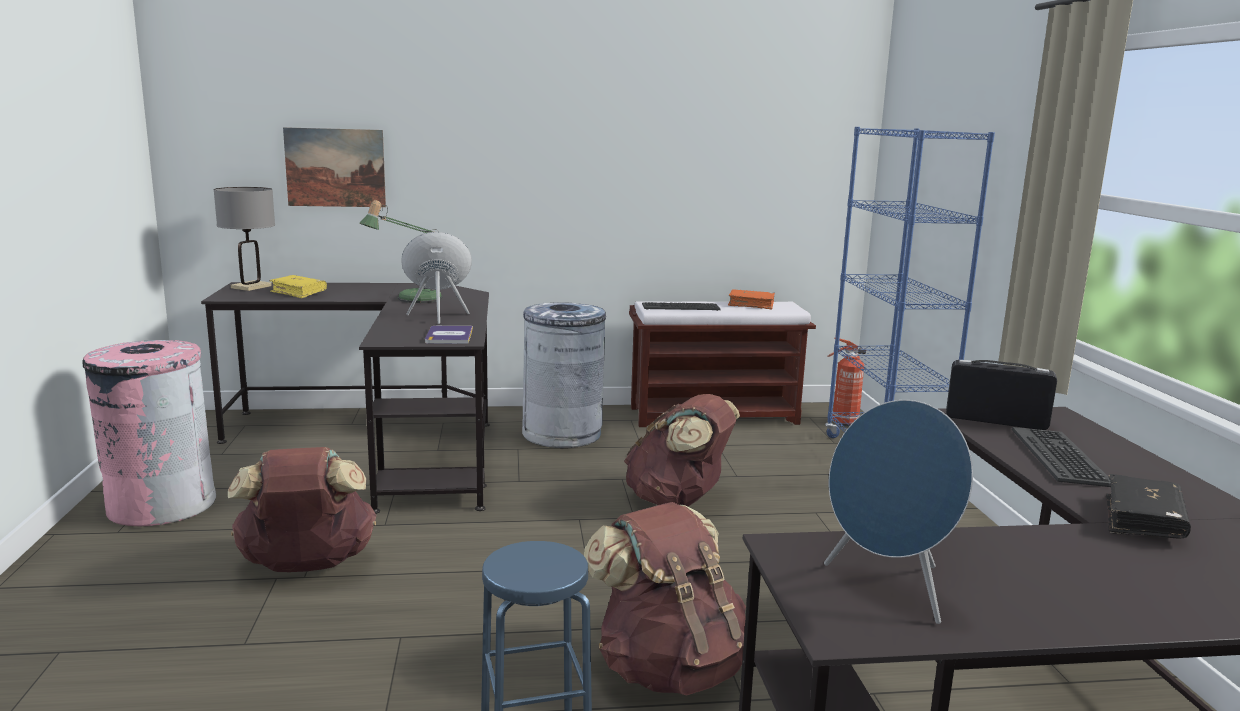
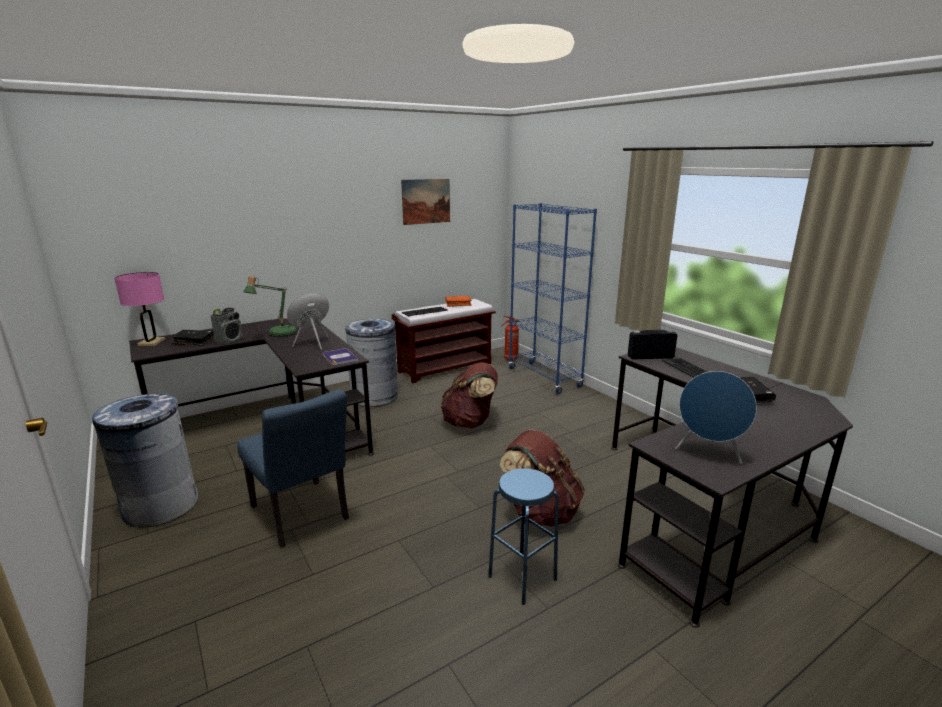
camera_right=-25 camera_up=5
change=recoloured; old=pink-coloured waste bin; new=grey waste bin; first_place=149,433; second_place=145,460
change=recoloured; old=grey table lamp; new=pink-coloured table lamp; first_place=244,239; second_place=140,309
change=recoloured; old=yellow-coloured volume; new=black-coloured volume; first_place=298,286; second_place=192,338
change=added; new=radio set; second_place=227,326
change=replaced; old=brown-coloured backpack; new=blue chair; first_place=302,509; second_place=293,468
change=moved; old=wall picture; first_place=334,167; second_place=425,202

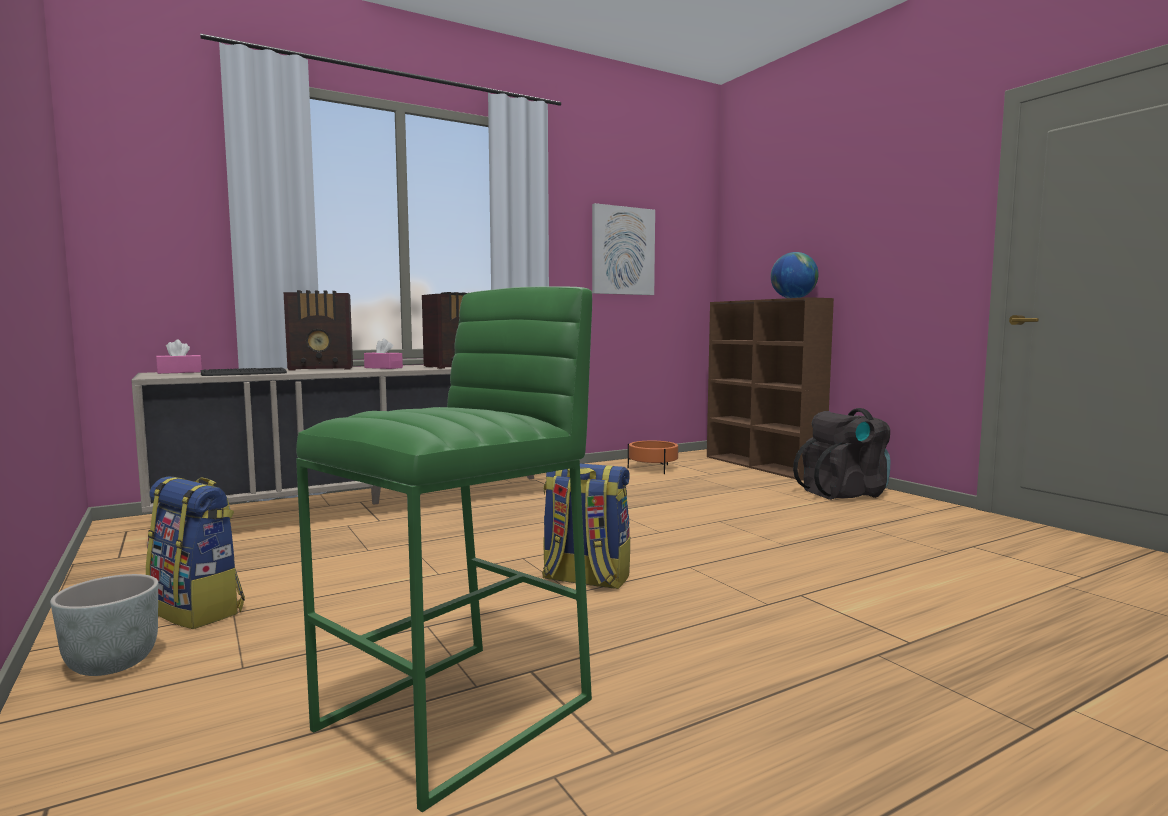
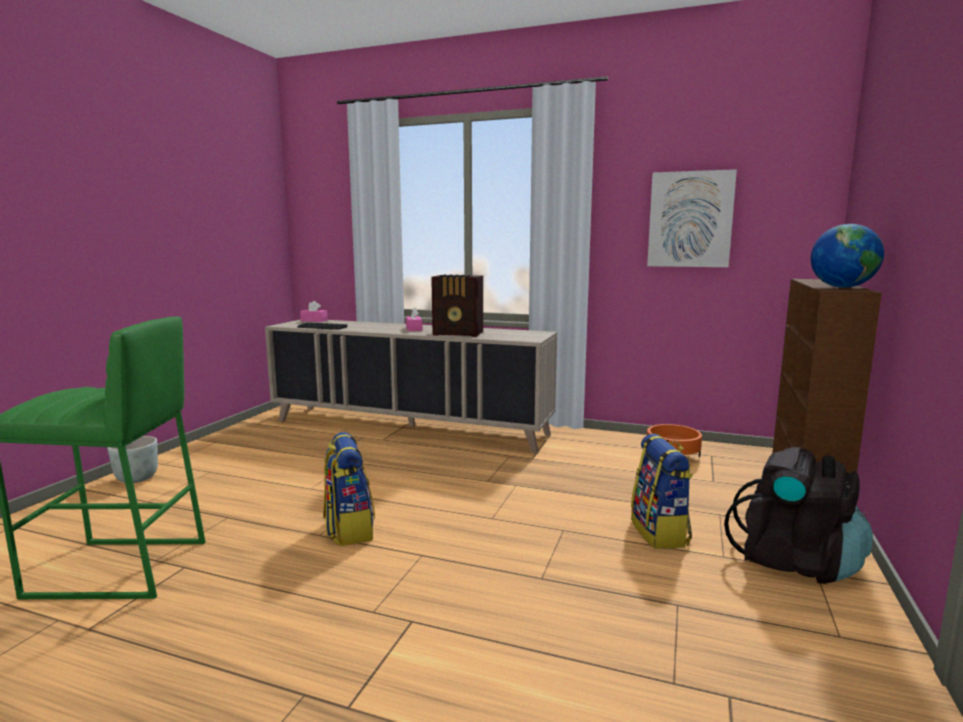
camera_right=50 camera_up=5
change=moved; old=backpack; first_place=195,552; second_place=662,491
change=removed; old=radio set; first_place=318,330

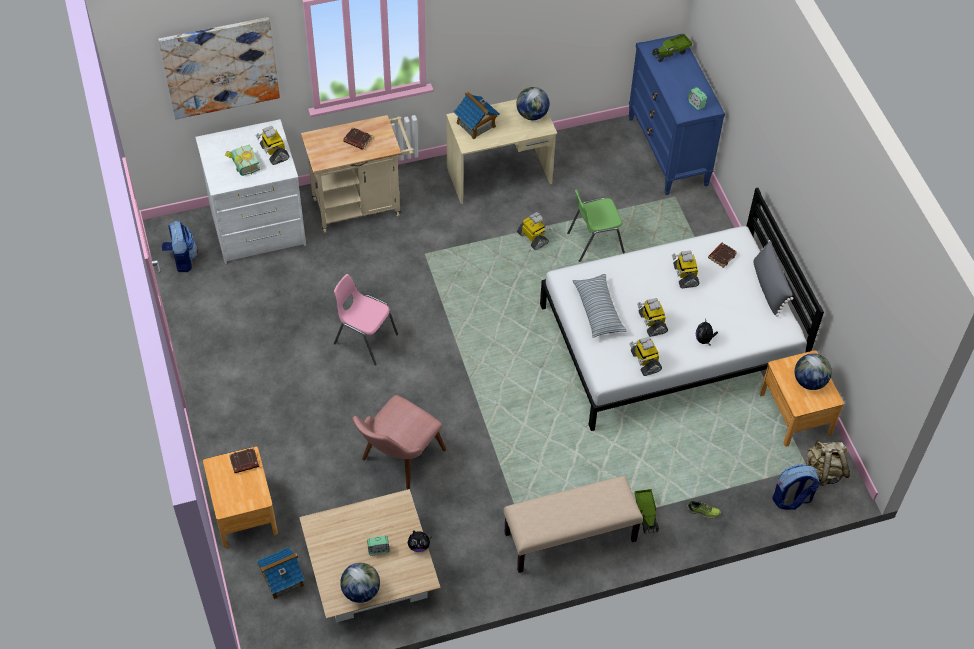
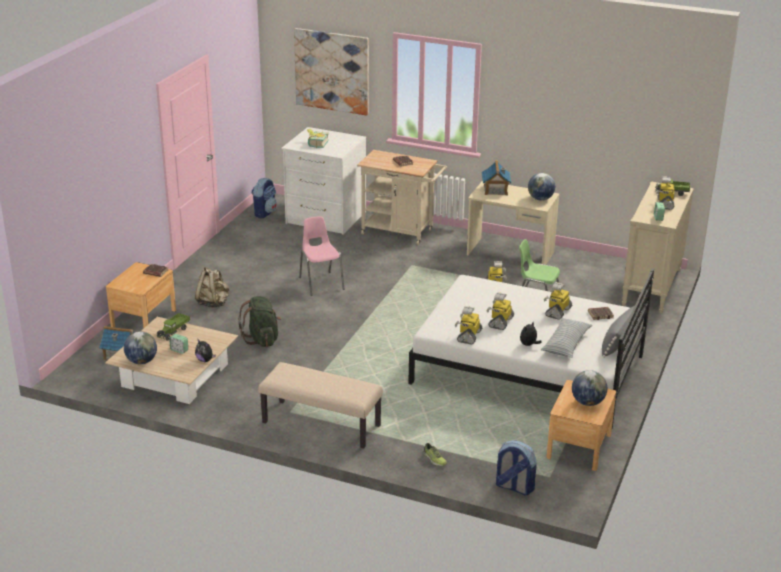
camera_right=40 camera_up=-25
change=moved; old=model truck; first_place=646,511; second_place=173,327
change=moved; old=beige-coloured backpack; first_place=828,463; second_place=212,287
change=replaced; old=pink-coloured chair; new=green backpack; first_place=399,442; second_place=259,321
change=moved; old=pillow; first_place=599,306; second_place=566,338
change=recoloured; old=blue drawer chest; new=beige-coloured drawer chest; first_place=676,114; second_place=658,247
change=moved; old=model robot; first_place=273,145; second_place=665,193

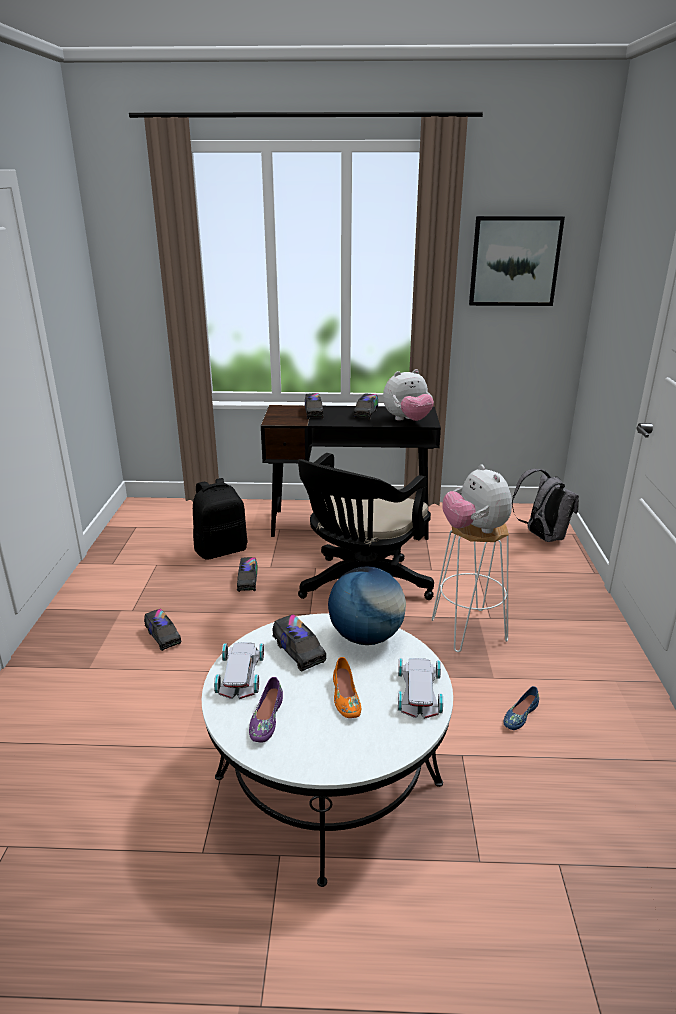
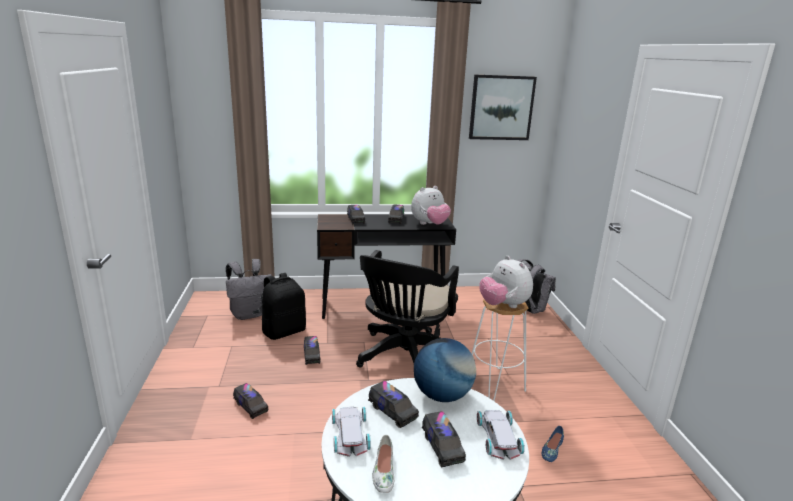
camera_right=-10 camera_up=-5
change=added; new=grey backpack; second_place=249,289
change=recoloured; old=purplish low shoe; new=white-coloured low shoe; first_place=266,710; second_place=383,464
change=replaced; old=orangey low shoe; new=model truck; first_place=347,687; second_place=444,439

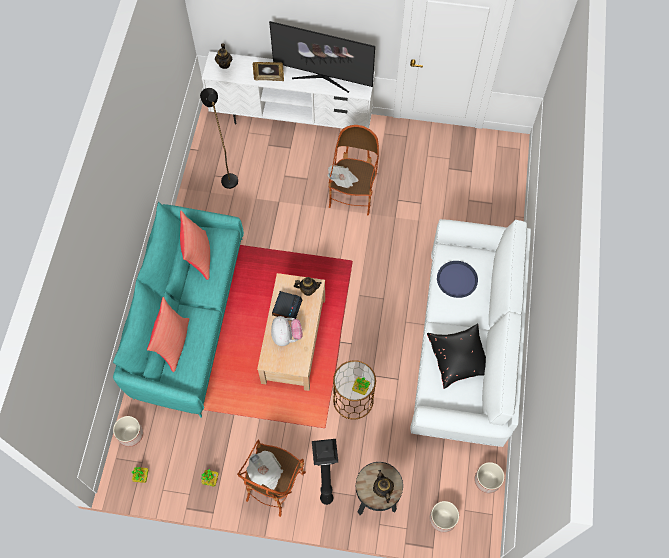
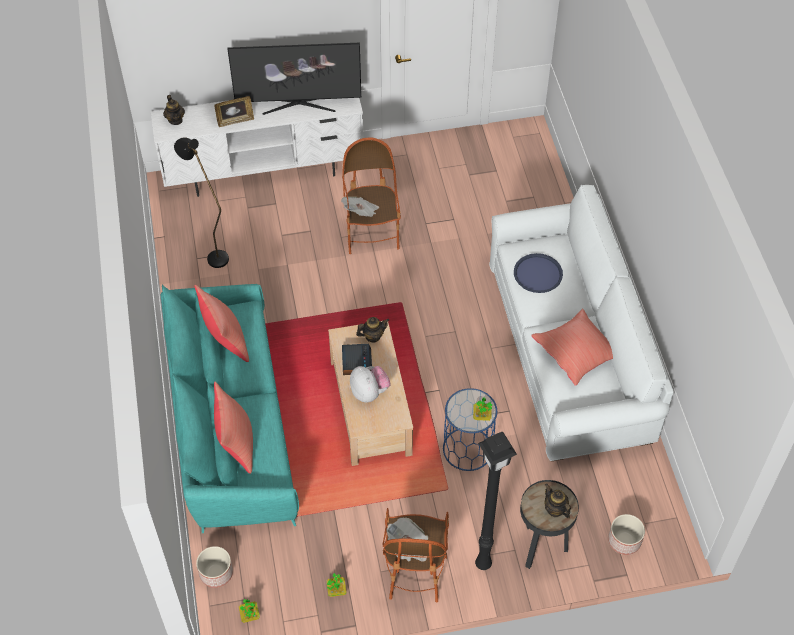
camera_right=-20 camera_up=-10
change=recoloured; old=brown-coloured side table; new=blue side table; first_place=354,390; second_place=470,429
change=recoloured; old=black-coloured pillow; new=red pillow; first_place=456,356; second_place=572,347
change=removed; old=planter; first_place=489,477

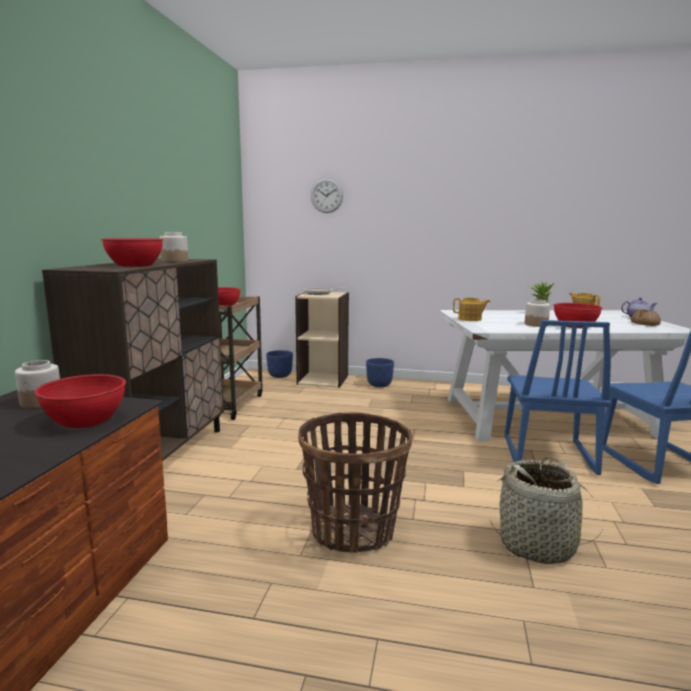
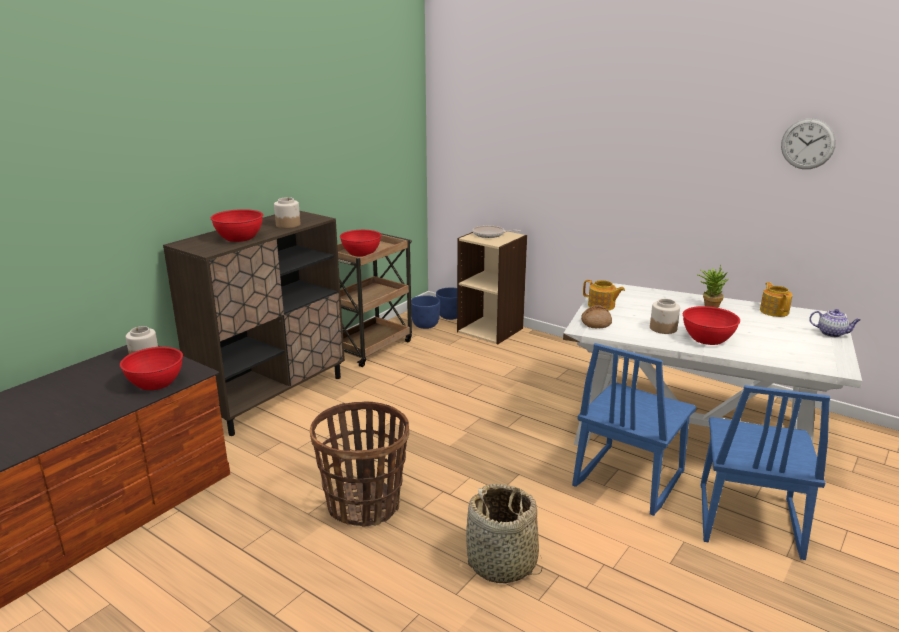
camera_right=25 camera_up=10
change=moved; old=blue planter; first_place=380,372; second_place=426,312
change=moved; old=baked bread; first_place=646,317; second_place=596,316
change=moved; old=clock on the wall; first_place=327,195; second_place=808,143

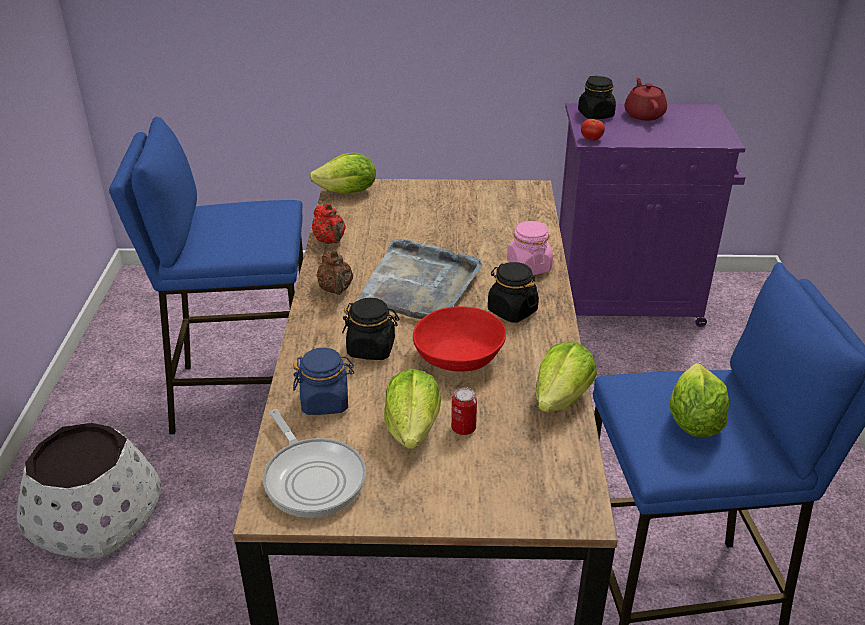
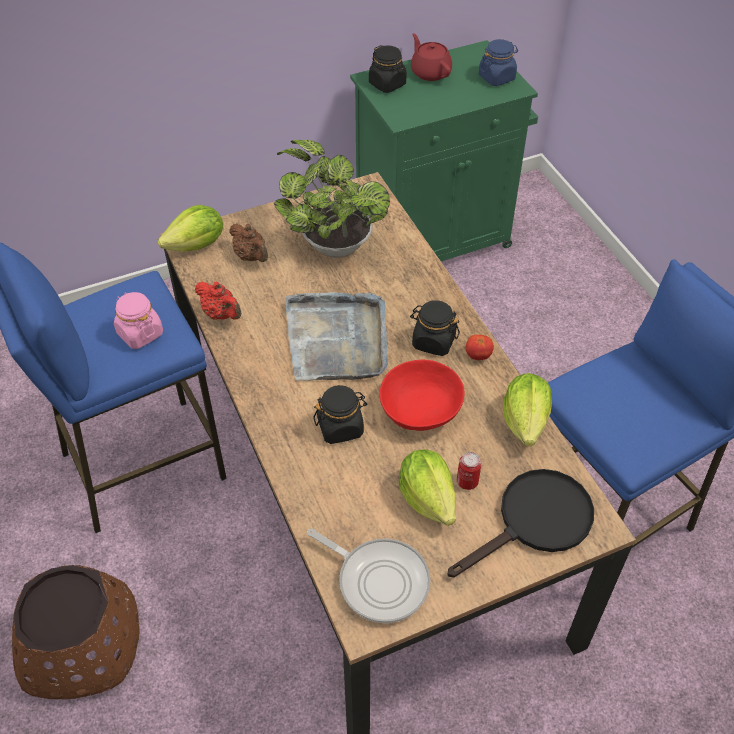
camera_right=-25 camera_up=15
change=recoloured; old=white-coloured planter; new=brown-coloured planter; first_place=89,491; second_place=76,632
change=moved; old=pink-coloured preserve jar; first_place=530,248; second_place=138,320
change=moved; old=brown-coloured teapot; first_place=334,272; second_place=248,242
change=added; new=houseplant; second_place=332,199
change=recoloured; old=purplish cabinet; new=green cabinet; first_place=652,215; second_place=444,150
change=added; new=black-coloured frying pan; second_place=521,523
change=moved; old=fresh tomato; first_place=593,130; second_place=480,347
change=moved; old=blue preserve jar; first_place=323,381; second_place=498,62
change=removed; old=lettuce; first_place=699,400

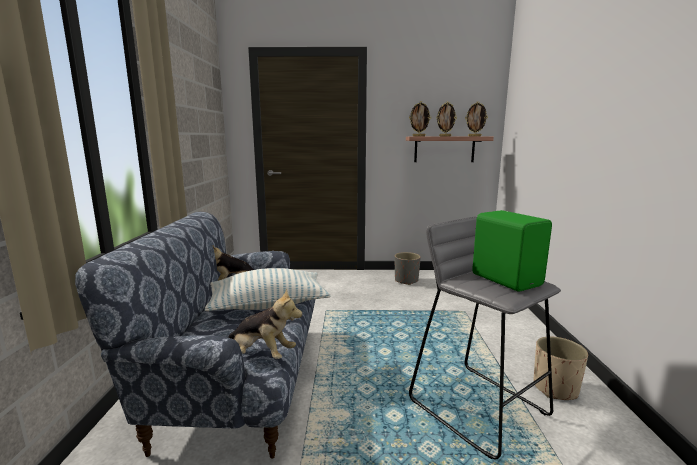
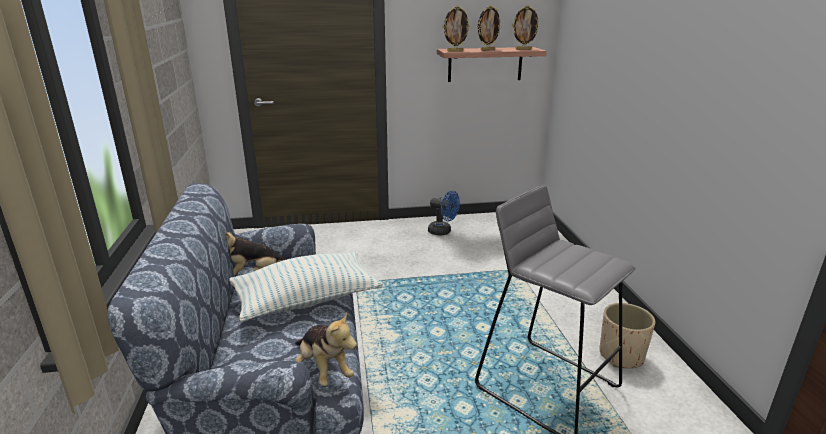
camera_right=-10 camera_up=10
change=turned; old=cuddly toy; first_place=265,324; second_place=326,349; degrees=45
change=replaced; old=grey planter; new=blue fan; first_place=408,268; second_place=444,213
change=removed; old=green speaker; first_place=512,251

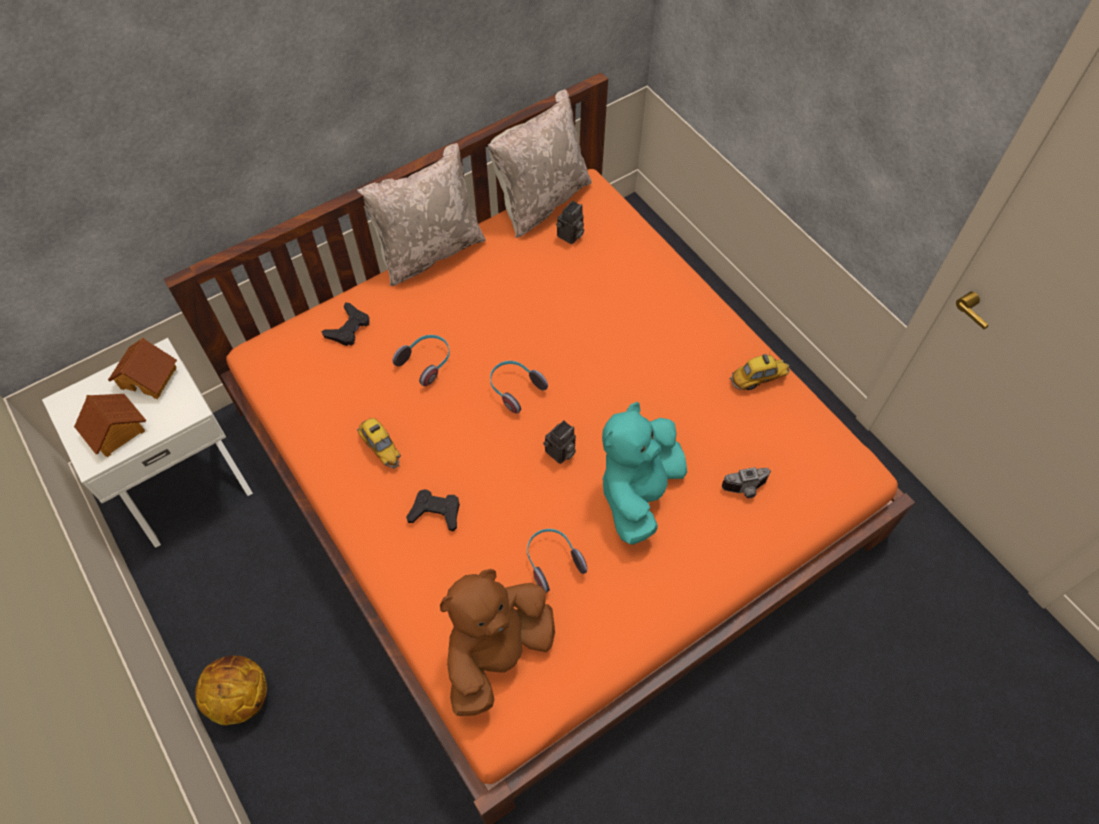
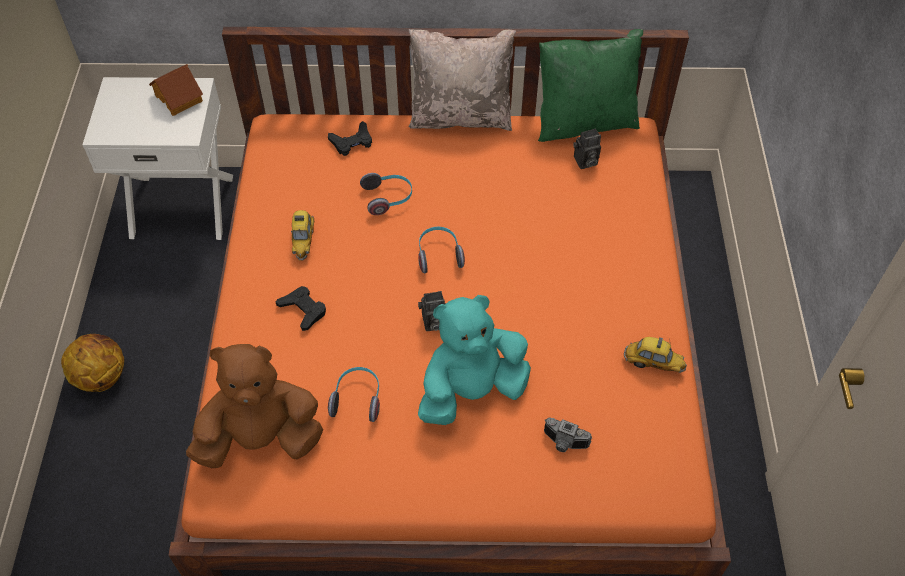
camera_right=35 camera_up=-5
change=recoloured; old=beige-coloured pillow; new=green pillow; first_place=540,163; second_place=590,85
change=removed; old=miniature house; first_place=110,425

